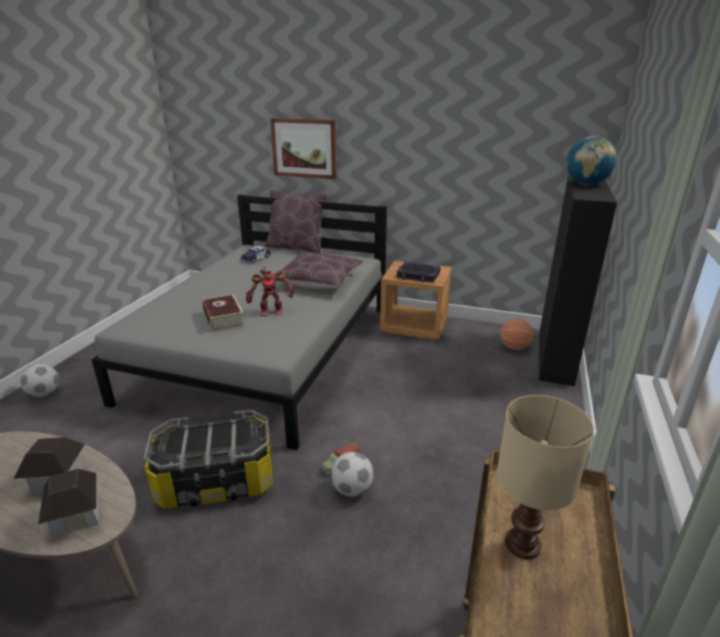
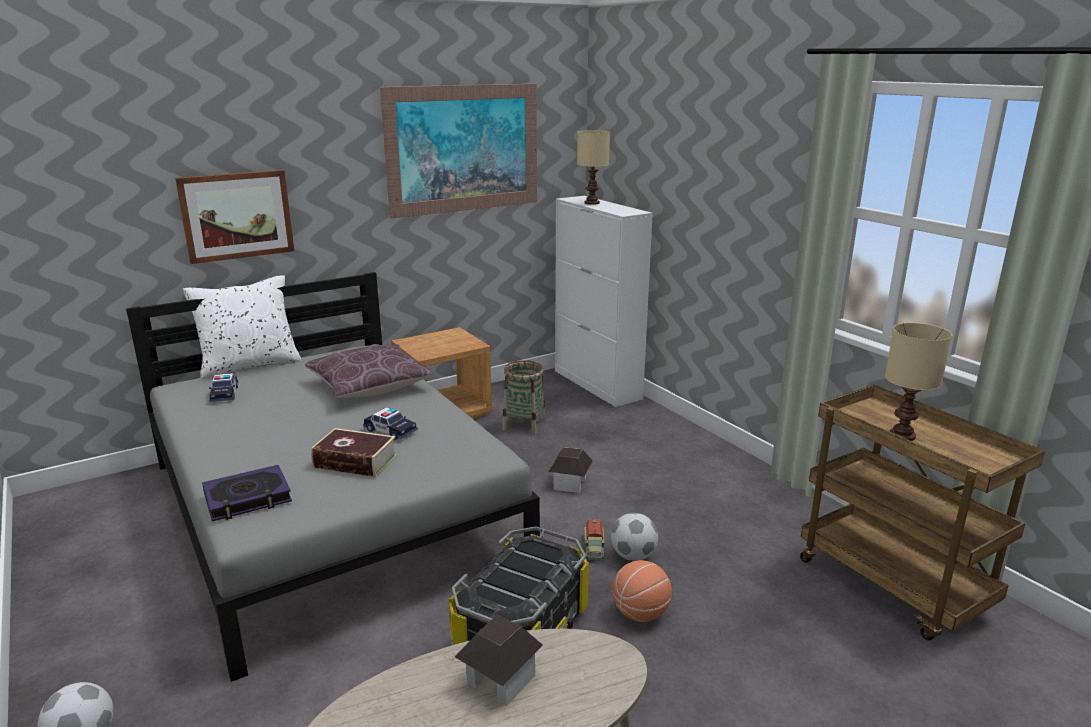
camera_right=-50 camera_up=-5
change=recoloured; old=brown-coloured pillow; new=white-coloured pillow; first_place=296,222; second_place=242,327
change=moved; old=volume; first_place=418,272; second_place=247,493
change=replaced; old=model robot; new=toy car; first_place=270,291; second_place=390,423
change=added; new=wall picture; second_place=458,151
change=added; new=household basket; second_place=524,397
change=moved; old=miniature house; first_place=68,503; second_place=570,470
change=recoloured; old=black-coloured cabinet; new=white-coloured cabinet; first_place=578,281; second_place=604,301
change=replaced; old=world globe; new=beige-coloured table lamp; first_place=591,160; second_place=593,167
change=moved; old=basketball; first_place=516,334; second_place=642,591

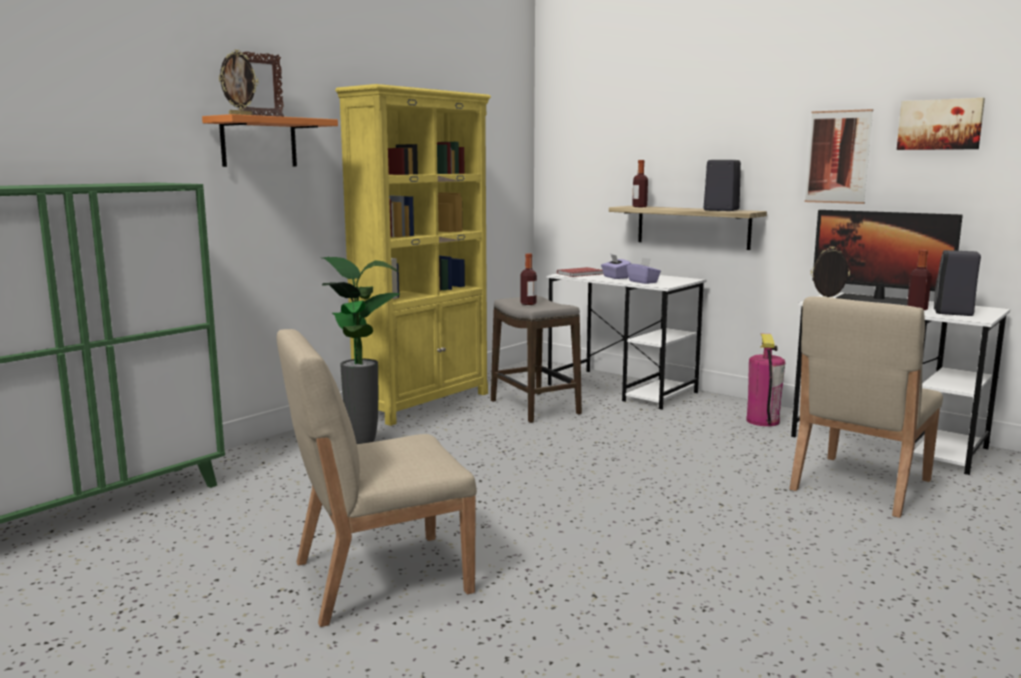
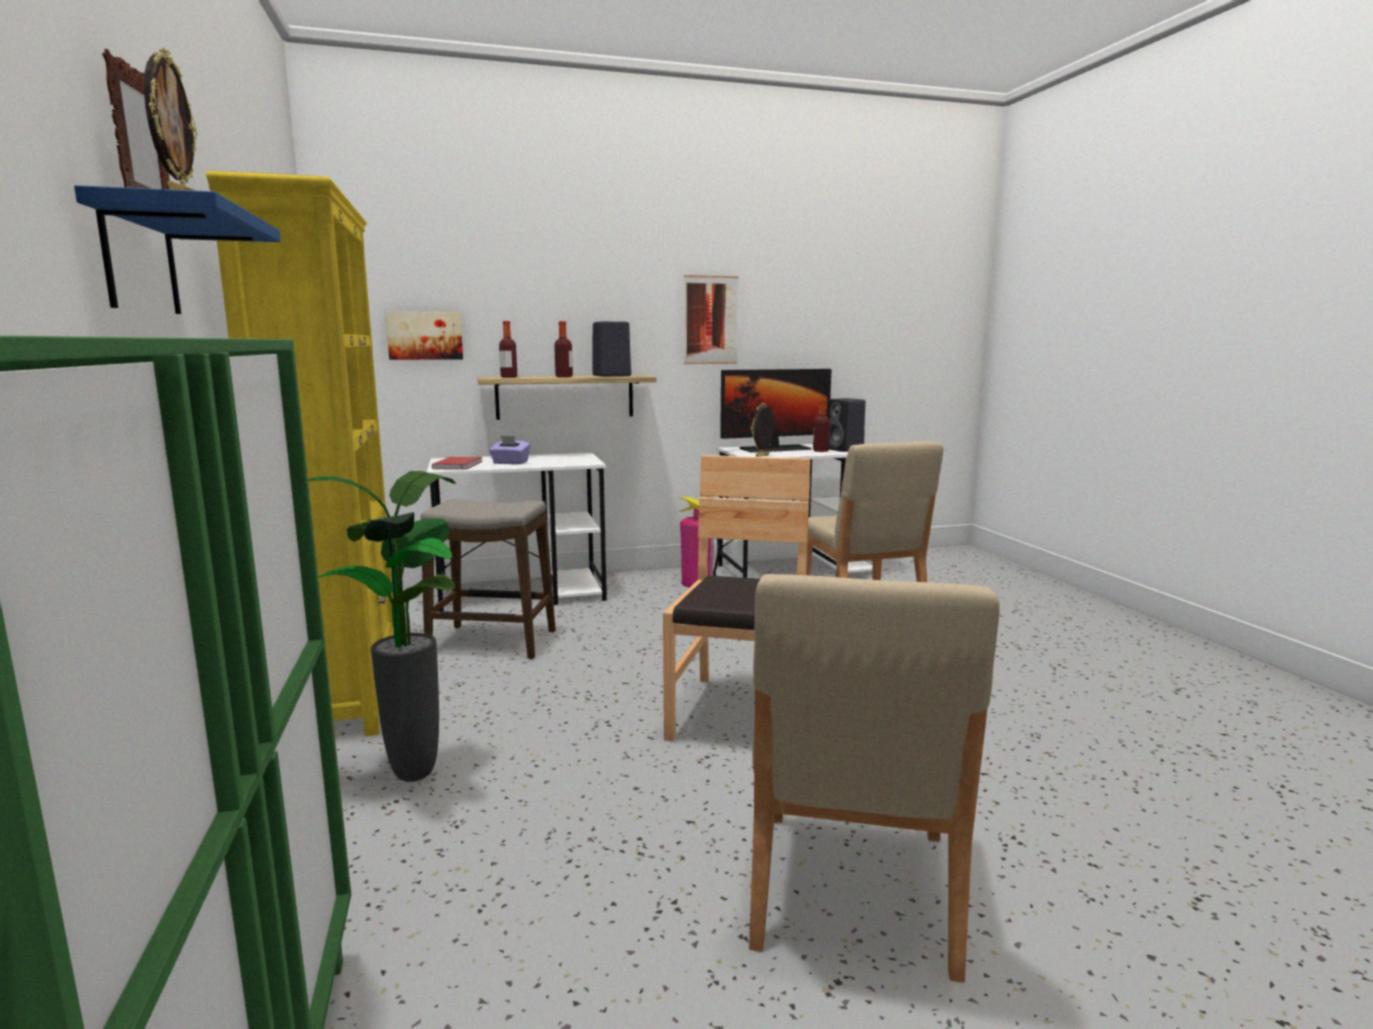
camera_right=-55 camera_up=0
change=recoloured; old=orangey wall shelf; new=blue wall shelf; first_place=270,140; second_place=177,249
change=moved; old=wall picture; first_place=941,124; second_place=424,336
change=moved; old=drink bottle; first_place=529,279; second_place=563,349
change=added; new=brown-coloured chair; second_place=737,598
change=removed; old=purplish tissue box; first_place=644,270

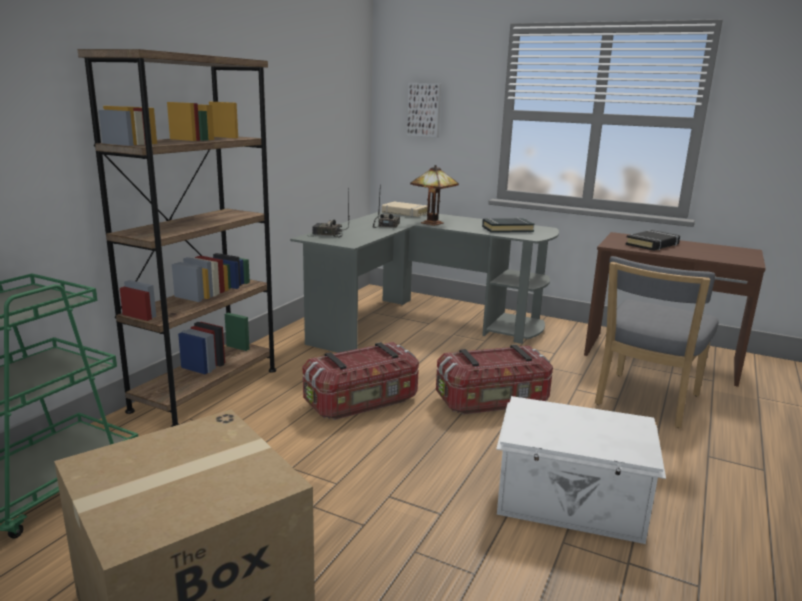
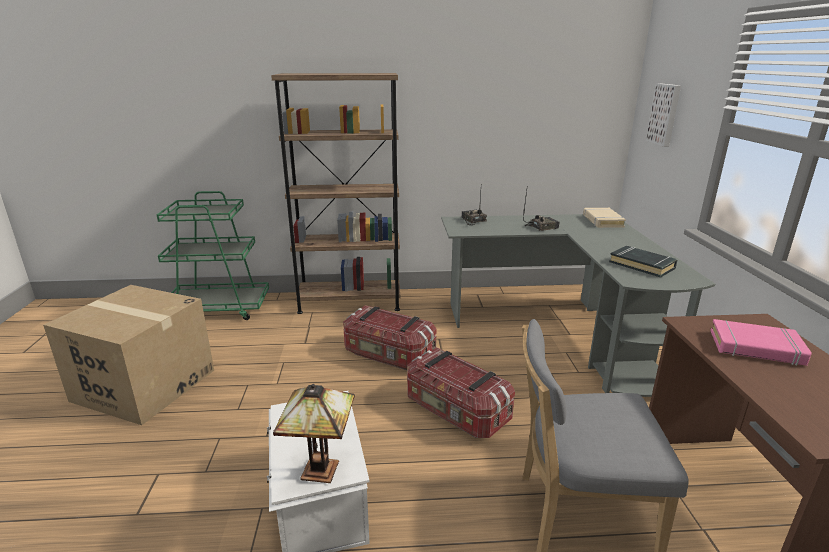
camera_right=60 camera_up=5
change=moved; old=table lamp; first_place=434,195; second_place=314,433
change=recoloured; old=black-coloured volume; new=pink-coloured volume; first_place=652,240; second_place=761,342

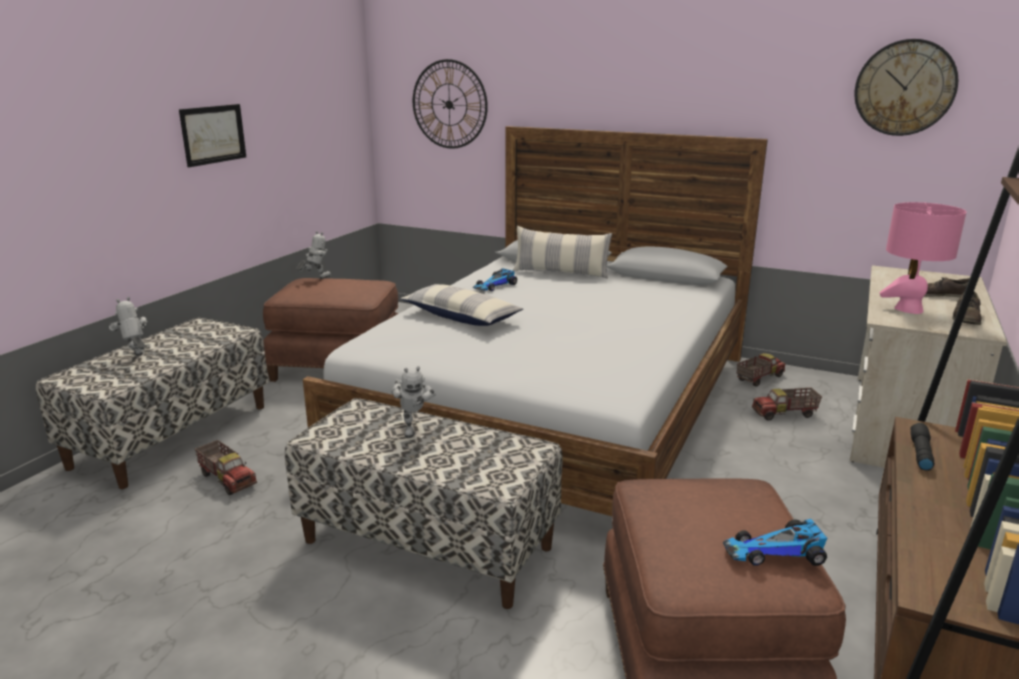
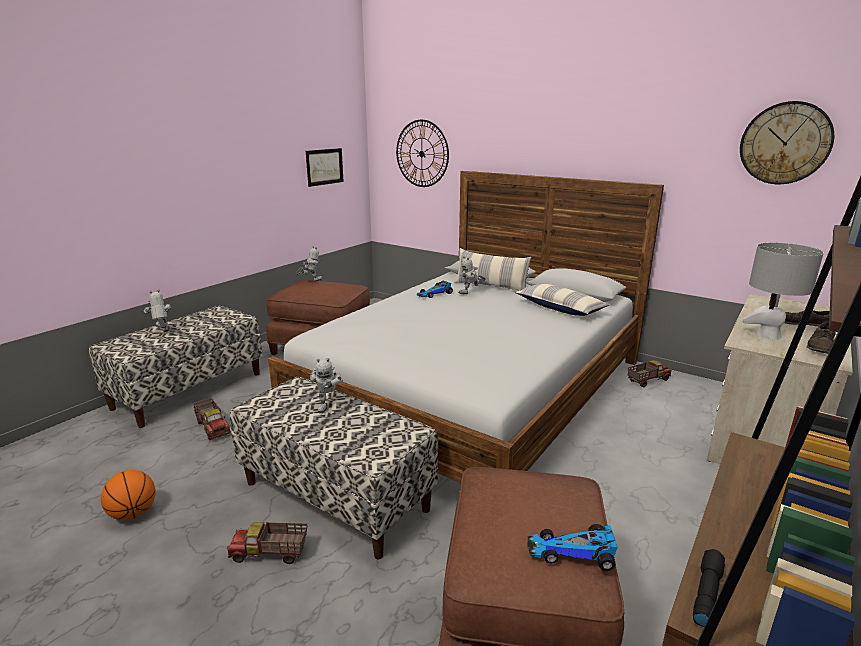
camera_right=10 camera_up=0
change=added; new=basketball; second_place=128,495
change=moved; old=model truck; first_place=787,404; second_place=267,543
change=moved; old=wall picture; first_place=212,135; second_place=325,167
change=added; new=model robot; second_place=472,275
change=moved; old=pillow; first_place=462,305; second_place=562,299
change=moved; old=black-coloured flashlight; first_place=922,447; second_place=709,588
change=recoloured; old=pink-coloured table lamp; new=grey table lamp; first_place=923,258; second_place=783,291

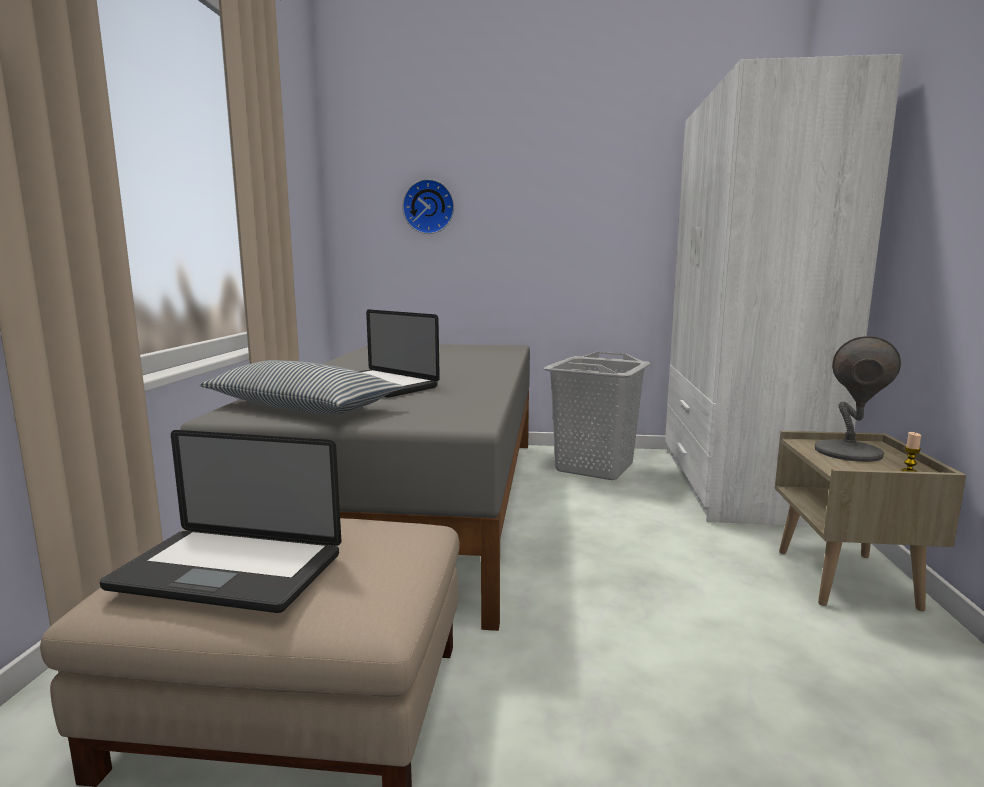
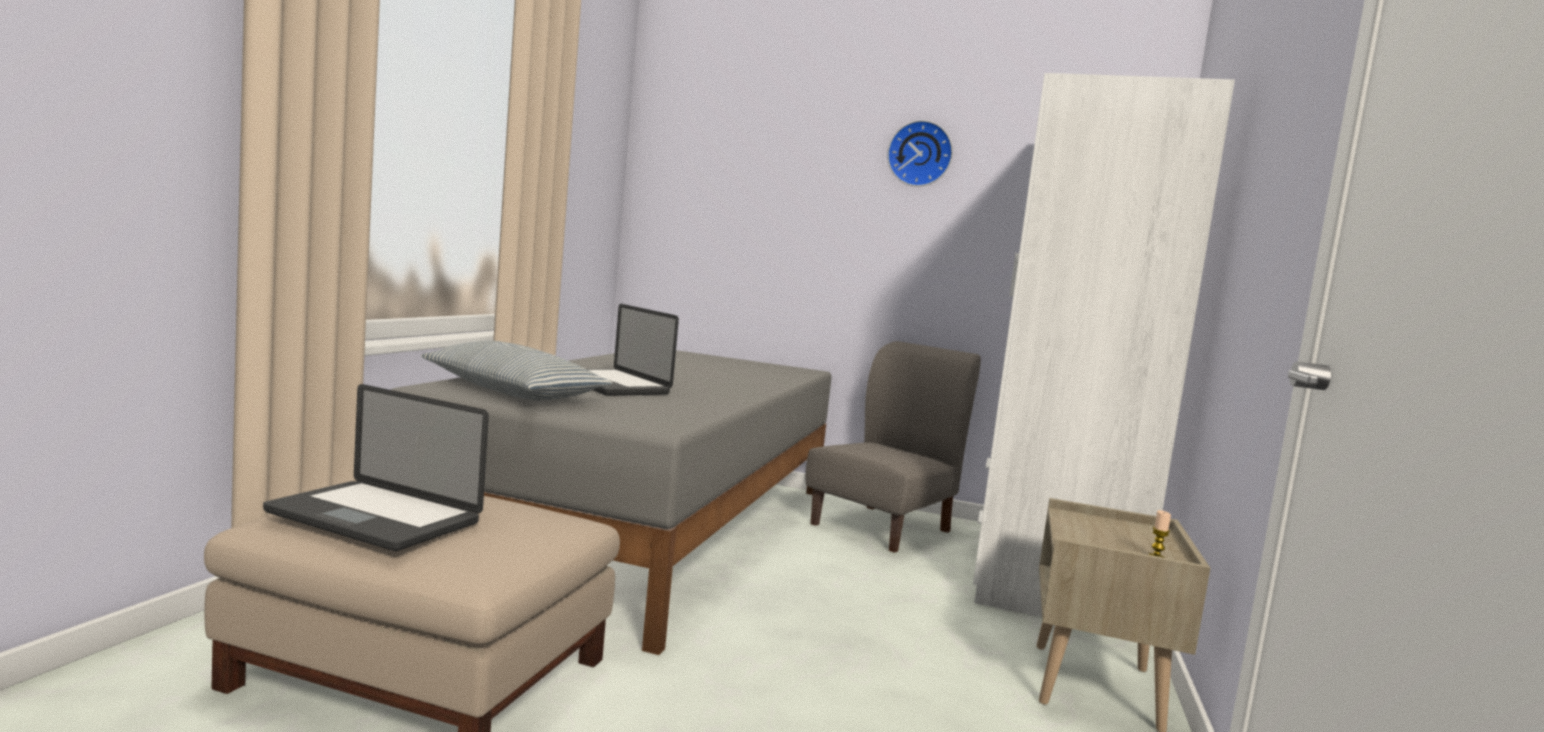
camera_right=10 camera_up=-5
change=replaced; old=grey laundry basket; new=grey chair; first_place=597,416; second_place=893,447
change=moved; old=clock on the wall; first_place=428,206; second_place=920,153
change=removed; old=grey table lamp; first_place=858,399

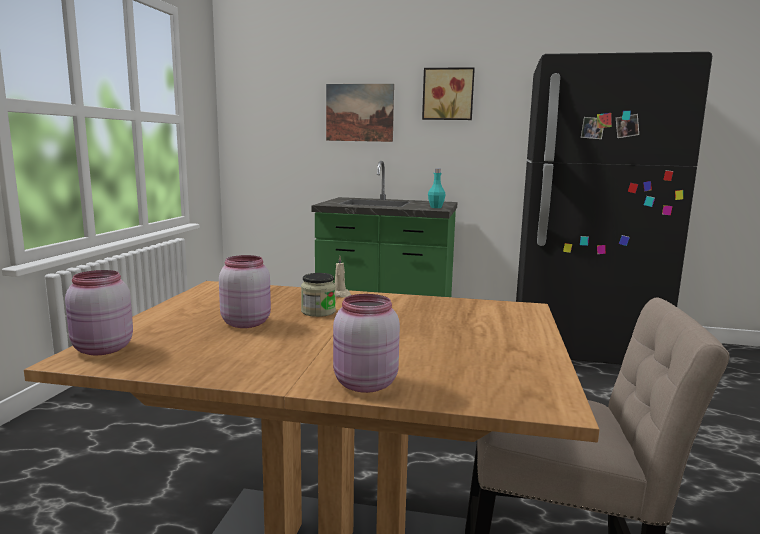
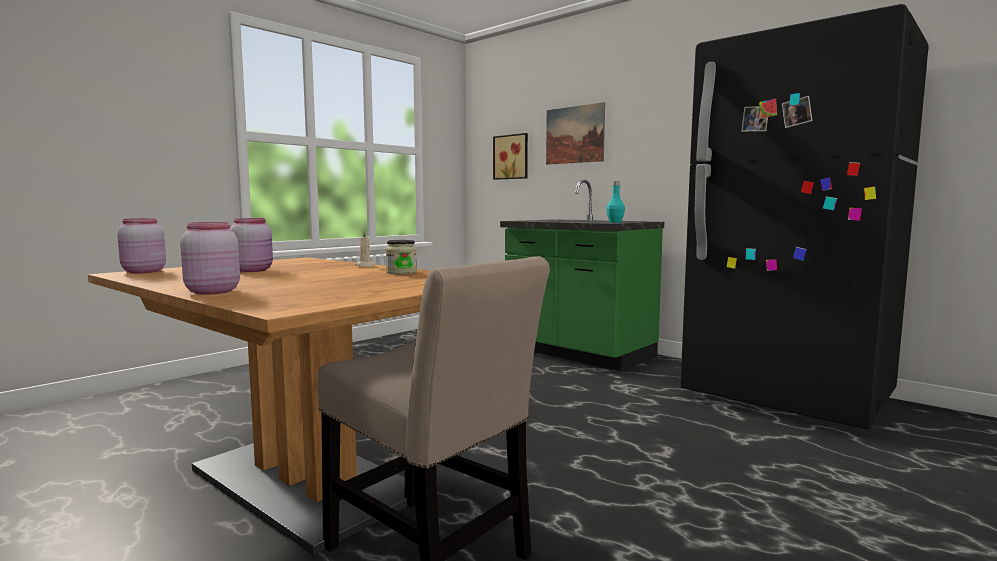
camera_right=30 camera_up=-5
change=moved; old=preserve jar; first_place=318,295; second_place=401,257
change=moved; old=wall picture; first_place=448,93; second_place=510,156

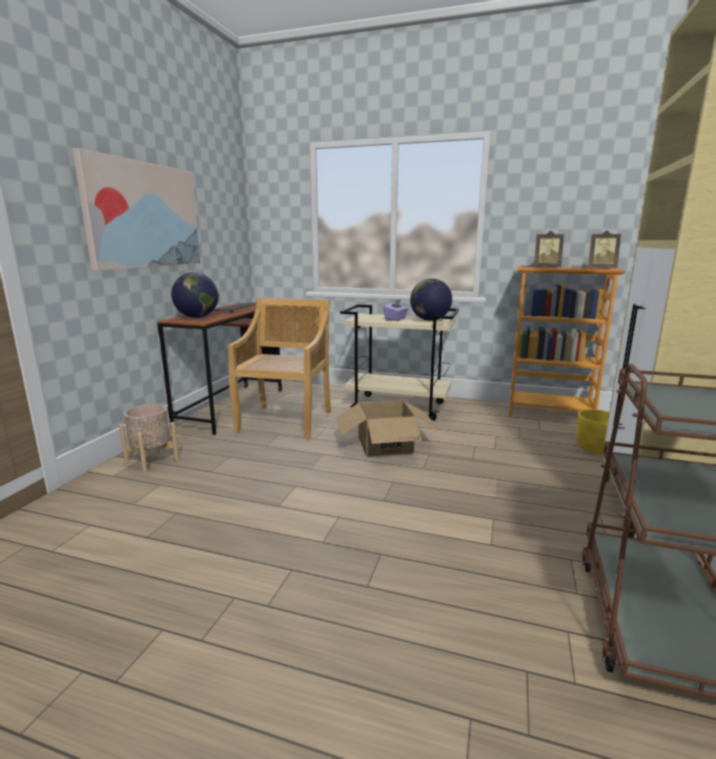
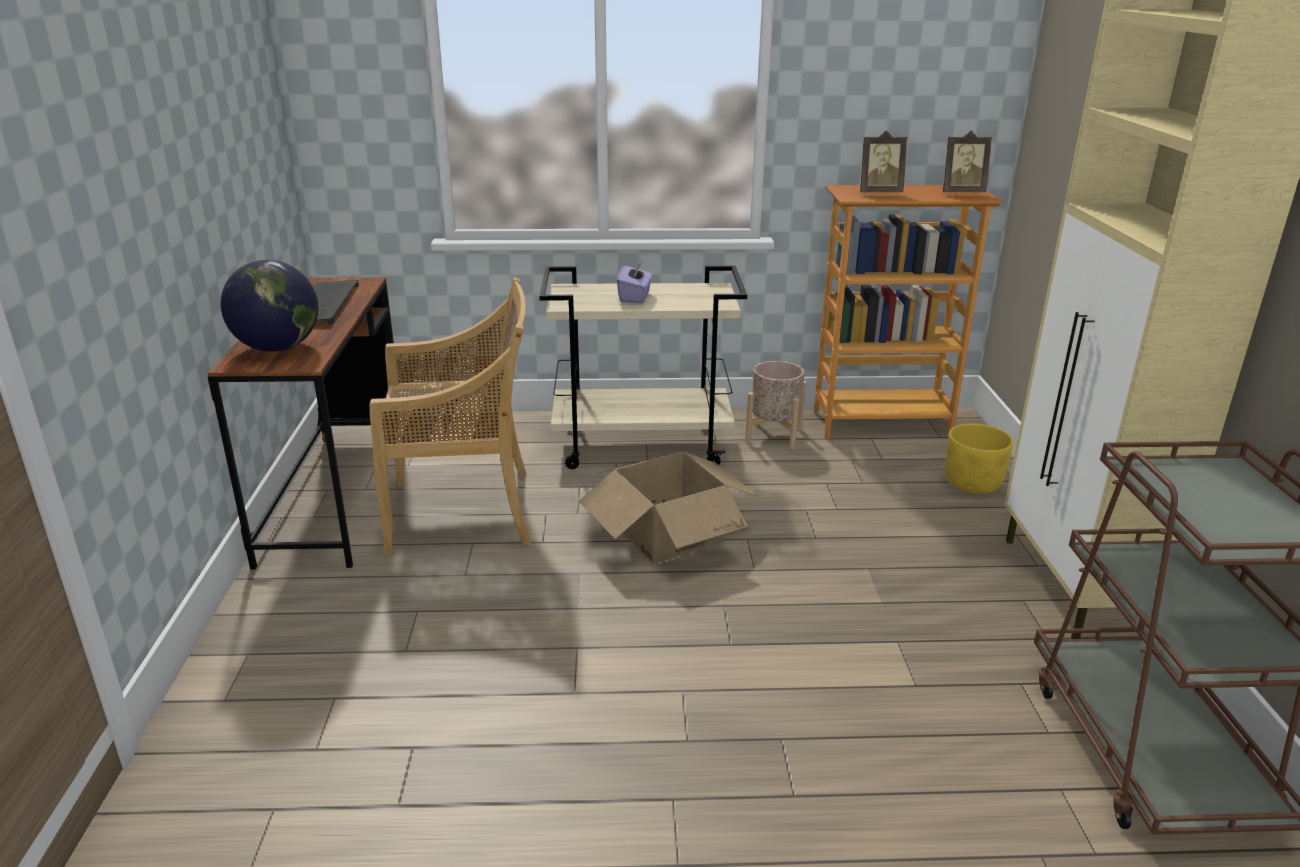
camera_right=-20 camera_up=10
change=turned; old=beige-coloured chair; first_place=279,369; second_place=450,416; degrees=90
change=moved; old=beige-coloured planter; first_place=149,439; second_place=776,405
change=removed; old=wall picture; first_place=136,209
change=removed; old=world globe; first_place=431,299

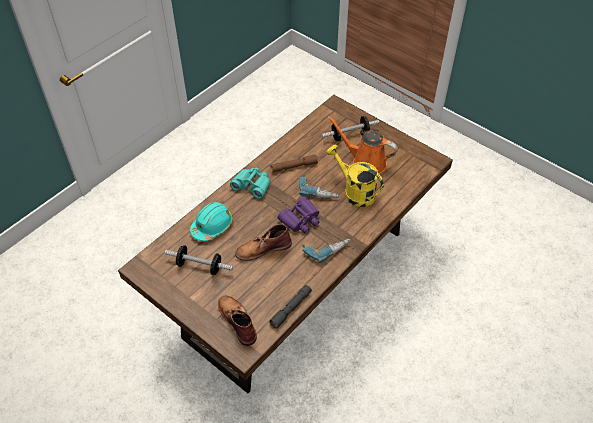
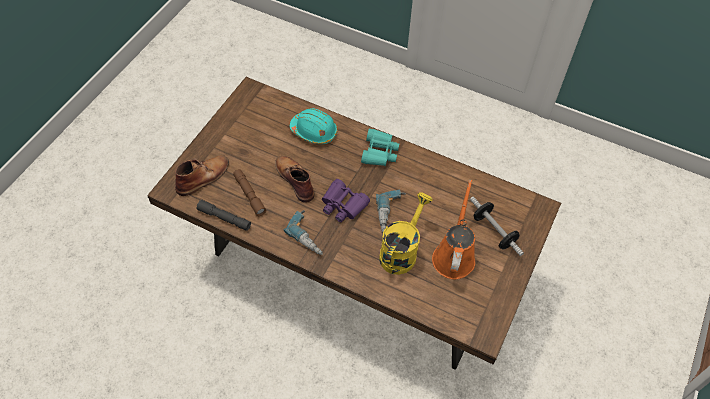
camera_right=75 camera_up=5
change=moved; old=brown-coloured flashlight; first_place=294,163; second_place=249,192
change=removed; old=free weight; first_place=199,260

